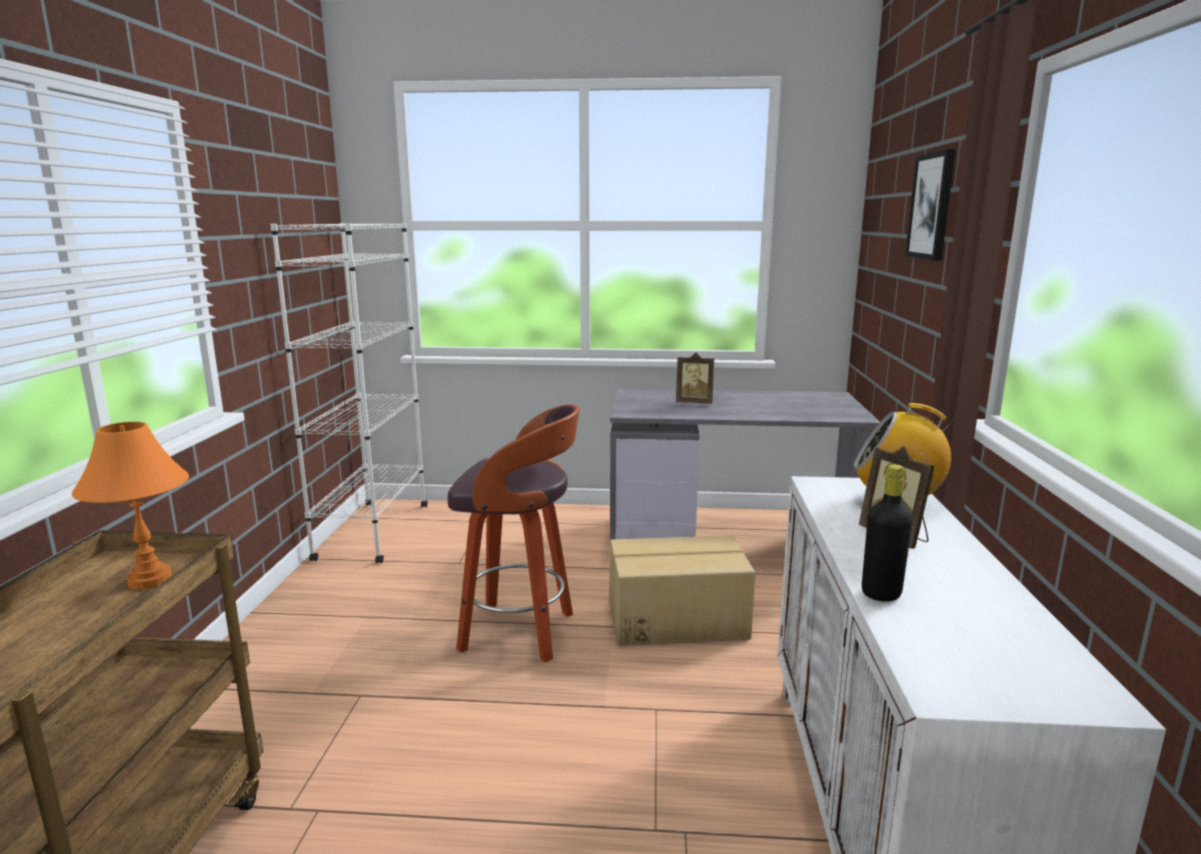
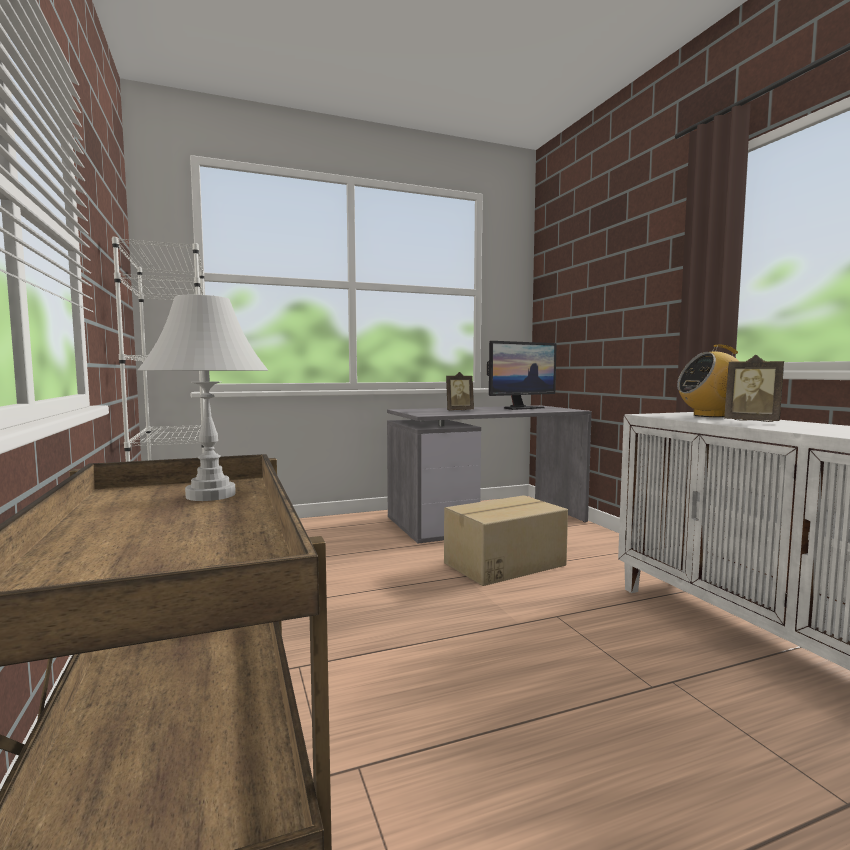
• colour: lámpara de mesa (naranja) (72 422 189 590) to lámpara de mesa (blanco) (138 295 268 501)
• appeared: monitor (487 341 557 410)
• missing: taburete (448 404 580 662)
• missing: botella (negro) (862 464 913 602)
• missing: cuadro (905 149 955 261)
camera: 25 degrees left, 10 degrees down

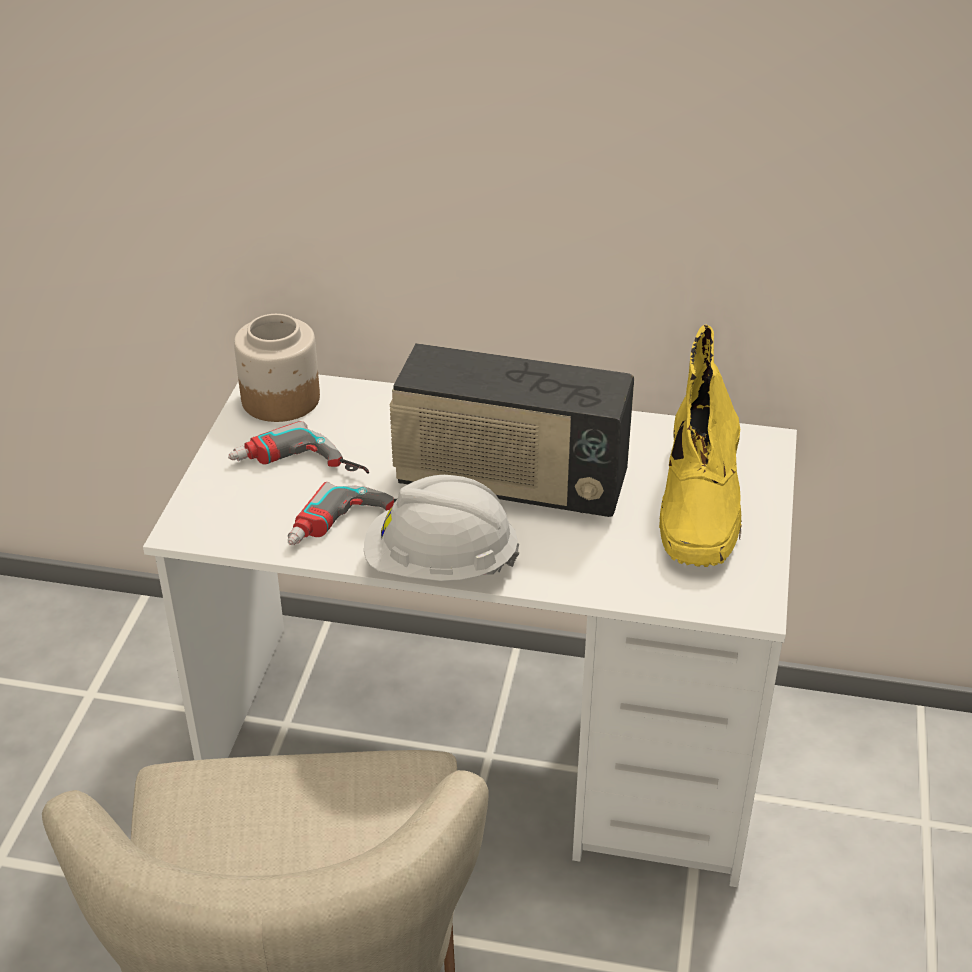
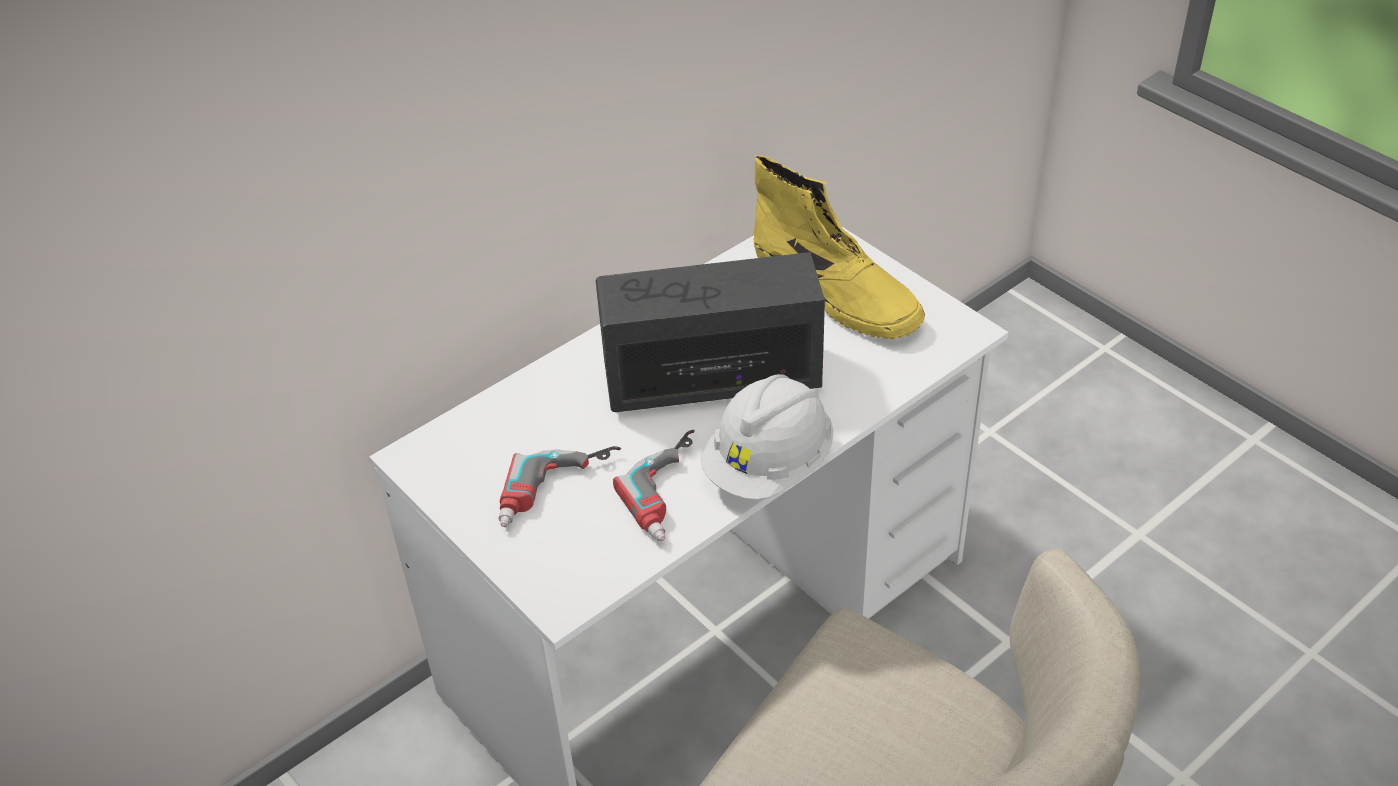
• spun: radio (390 343 634 517) = (596 252 825 412) 150 degrees counterclockwise
• missing: tarro (234 314 320 422)
camera: 50 degrees left, 5 degrees up

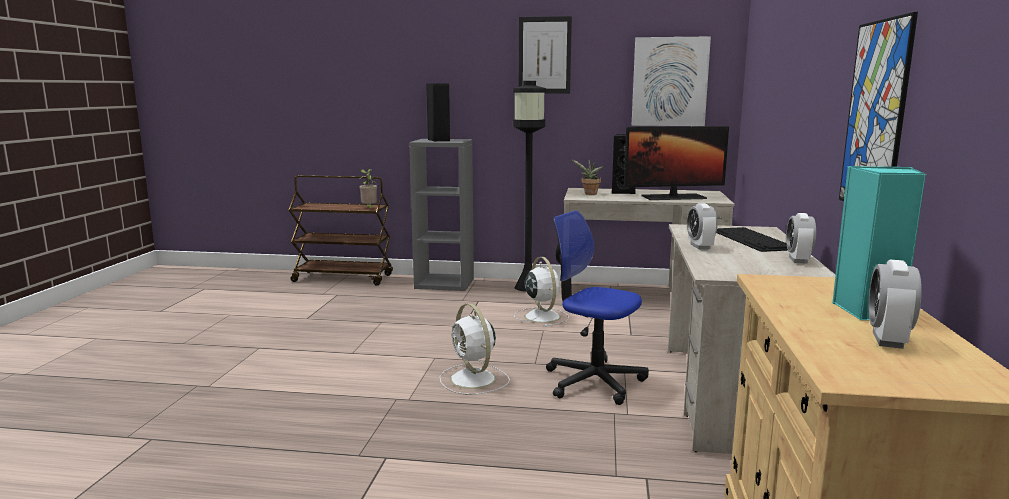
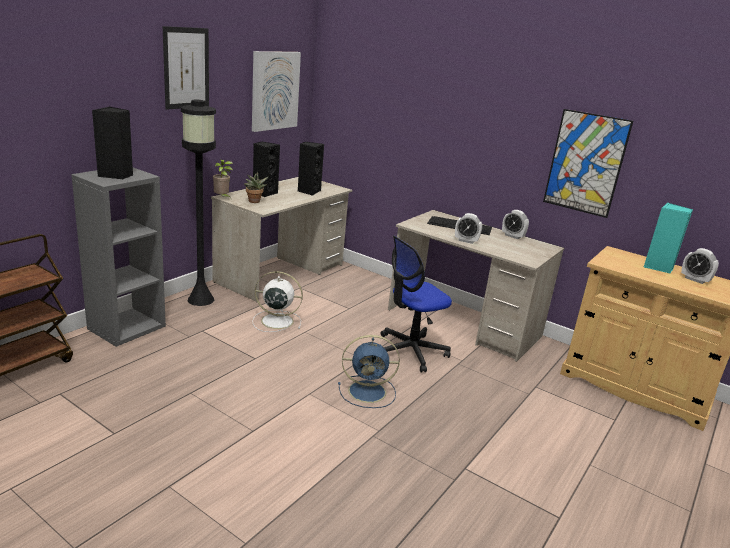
• relocated: planta en maceta (360 169 377 210) to (213 160 233 198)
• exchanged: monitor (624 126 729 200) to altavoz (negro) (298 142 324 196)
• colour: ventilador (blanco) (440 303 510 395) to ventilador (azul) (338 335 400 408)
camera: 65 degrees left, 10 degrees up

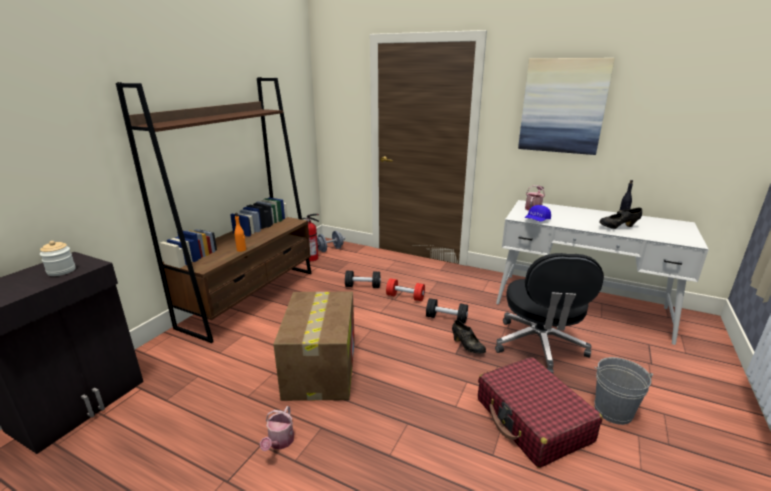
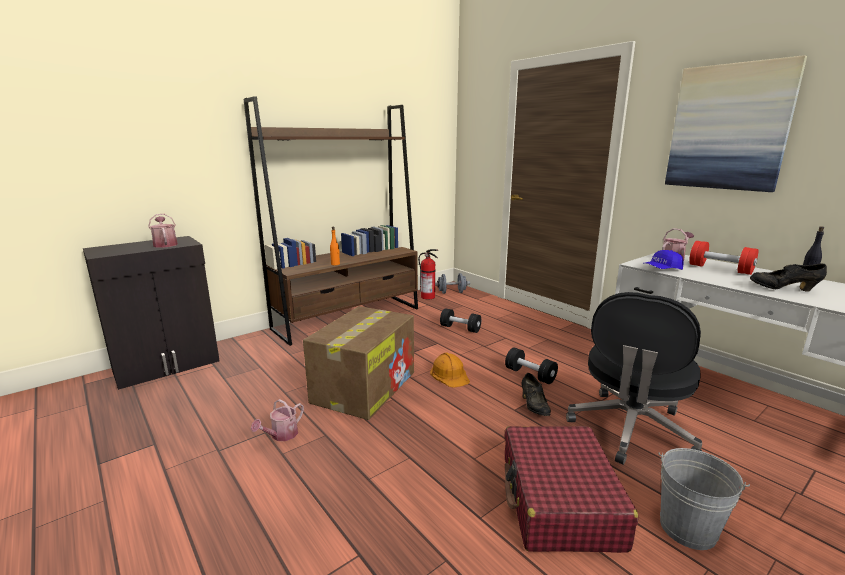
• exchanged: tarro (40 241 76 276) to regadera (148 214 178 248)
• appeared: casco (naranja) (430 352 470 388)
• relocated: mancuerna (rojo) (386 278 425 301) to (689 241 758 275)
camera: 25 degrees right, 5 degrees down

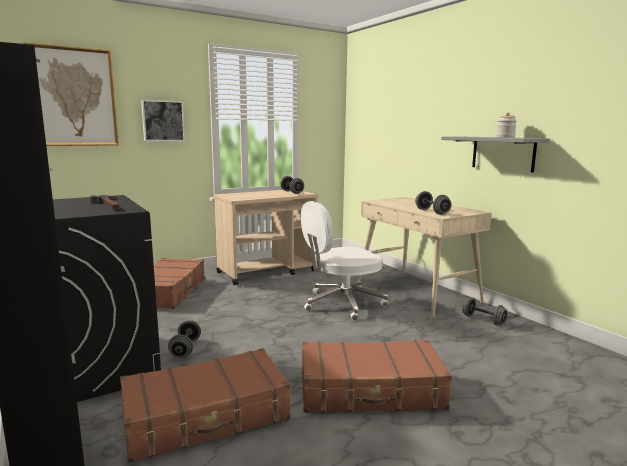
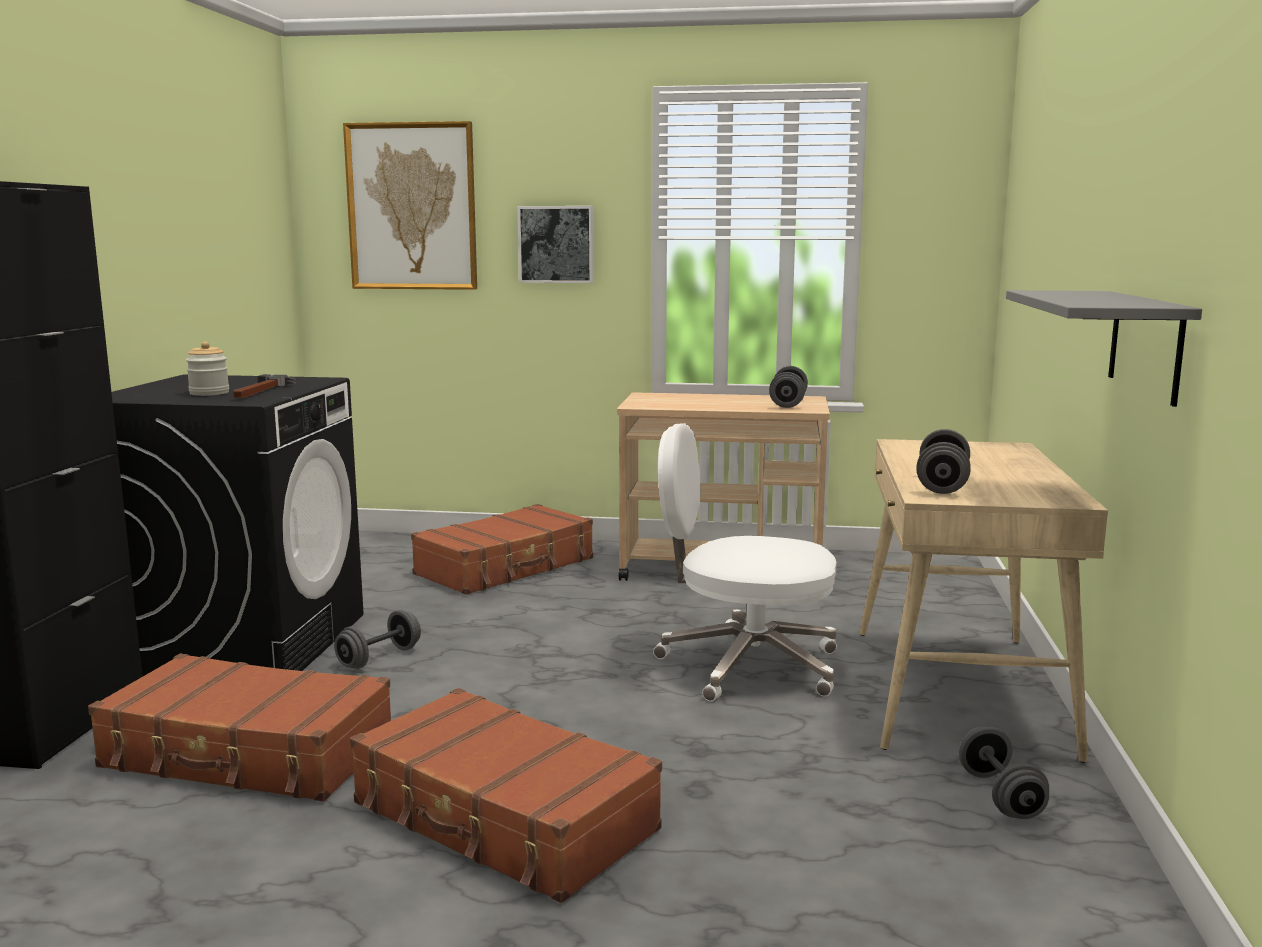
• relocated: tarro (496 112 517 138) to (186 342 229 396)
camera: 40 degrees right, 0 degrees up

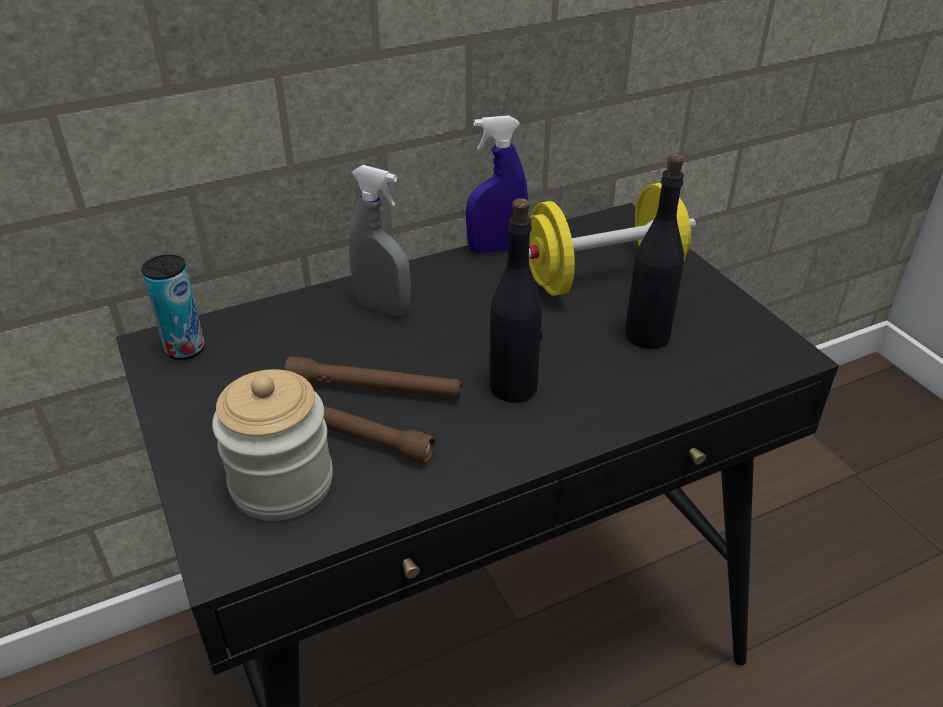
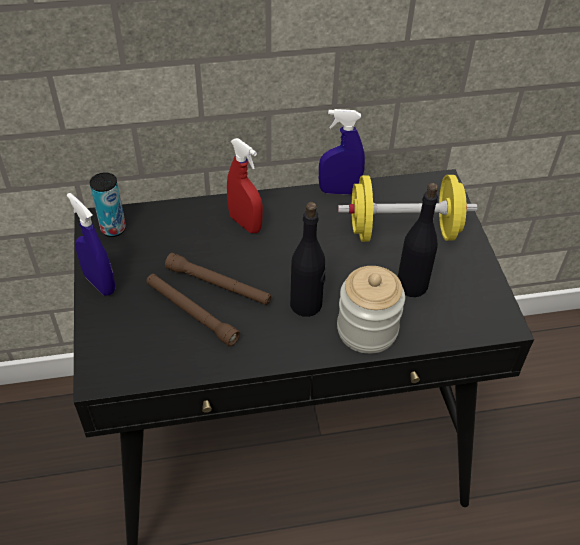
• appeared: pulverizador (azul) (67 193 115 296)
• colour: pulverizador (gris) (349 165 411 316) to pulverizador (rojo) (227 138 263 233)
• relocated: tarro (212 369 333 521) to (337 266 405 354)
camera: 15 degrees right, 10 degrees up

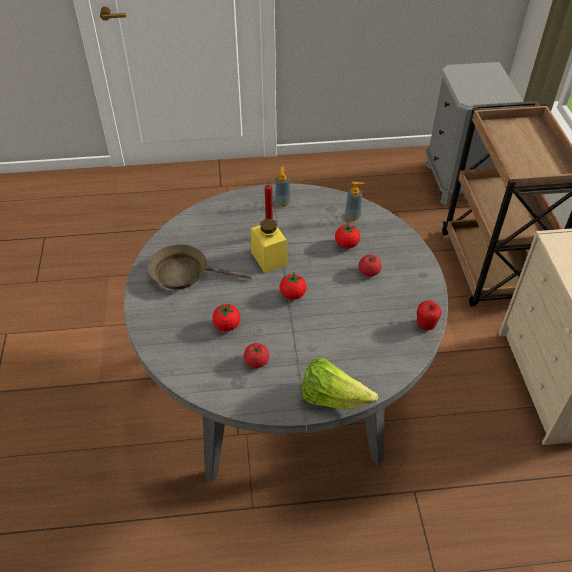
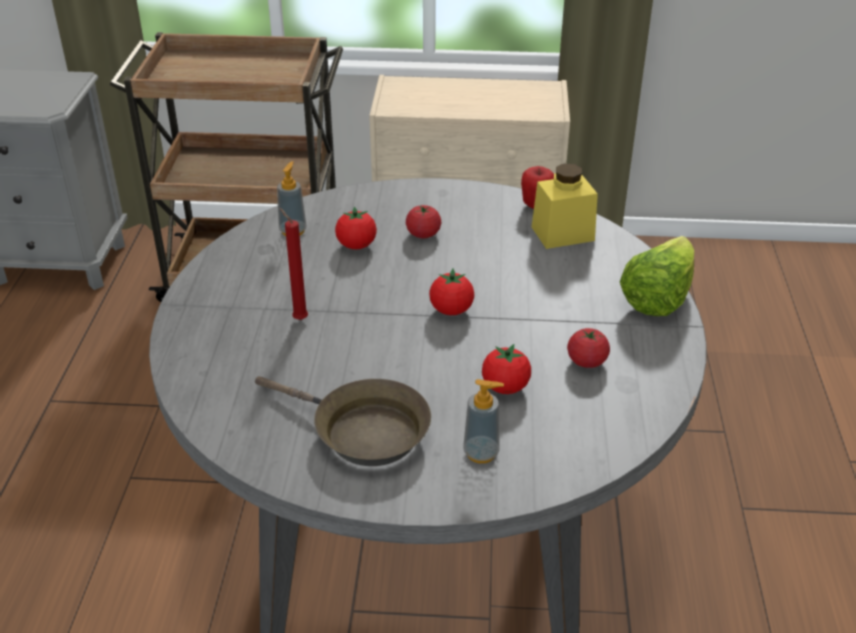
• spun: sartén (marrón) (148 244 252 290) = (255 376 431 466) 75 degrees counterclockwise
• relocated: dispensador de jabón (275 166 291 207) to (463 379 504 463)
• relocated: tarro (amarillo) (251 219 288 273) to (532 164 598 249)
camera: 80 degrees left, 10 degrees down

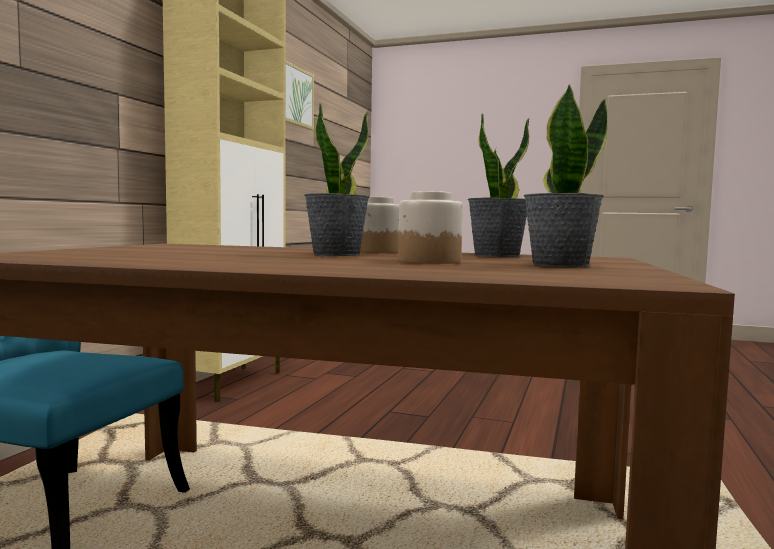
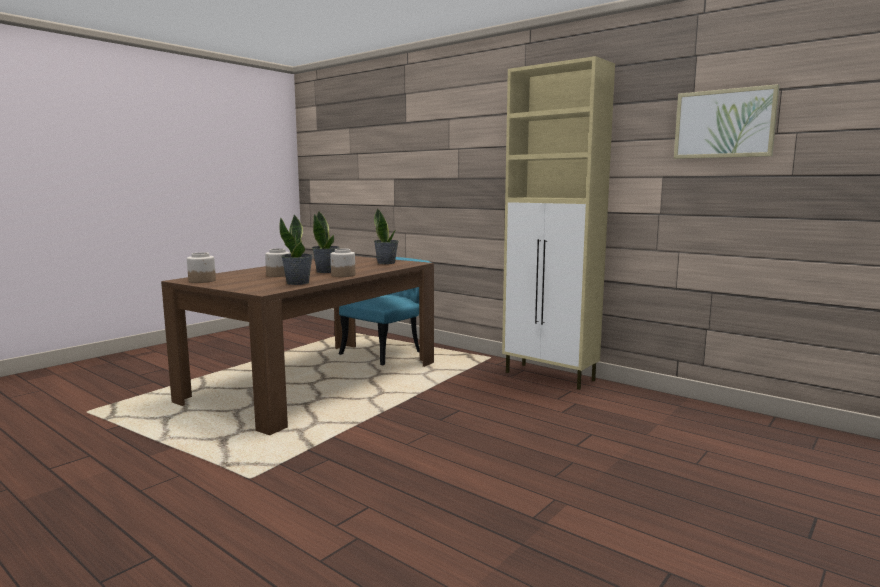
• appeared: tarro (187 252 216 283)
• relocated: planta en maceta (524 84 607 267) to (374 208 398 264)
camera: 110 degrees right, 5 degrees up

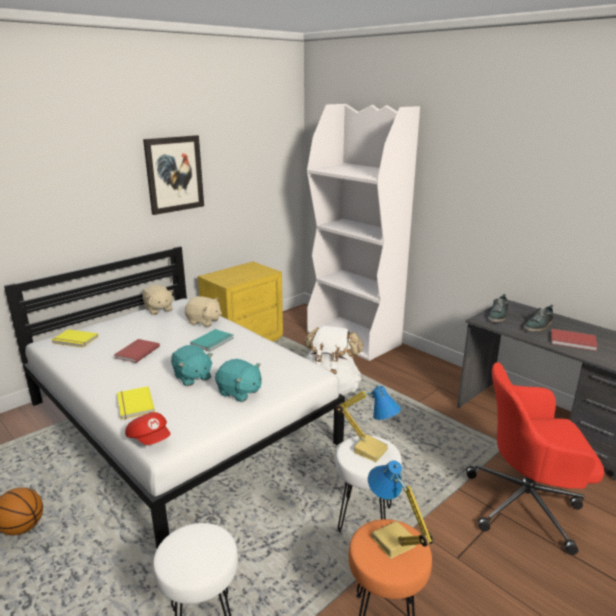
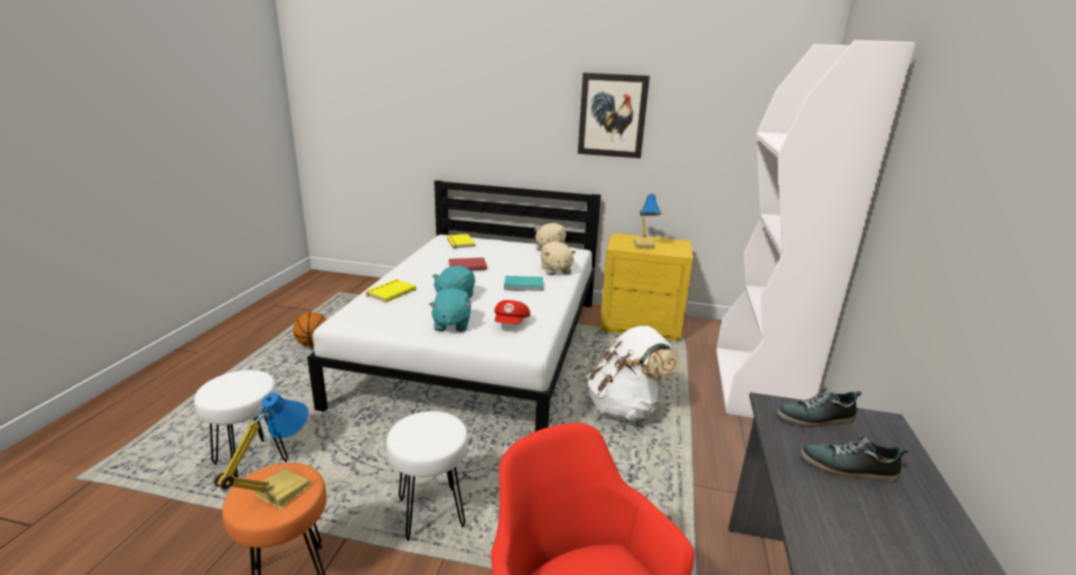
• relocated: gorra (rojo) (125 412 171 445) to (494 300 530 324)
• relocated: lámpara de mesa (336 385 401 462) to (634 193 661 249)
• missing: libro (rojo) (551 329 598 351)
camera: 55 degrees right, 0 degrees up

